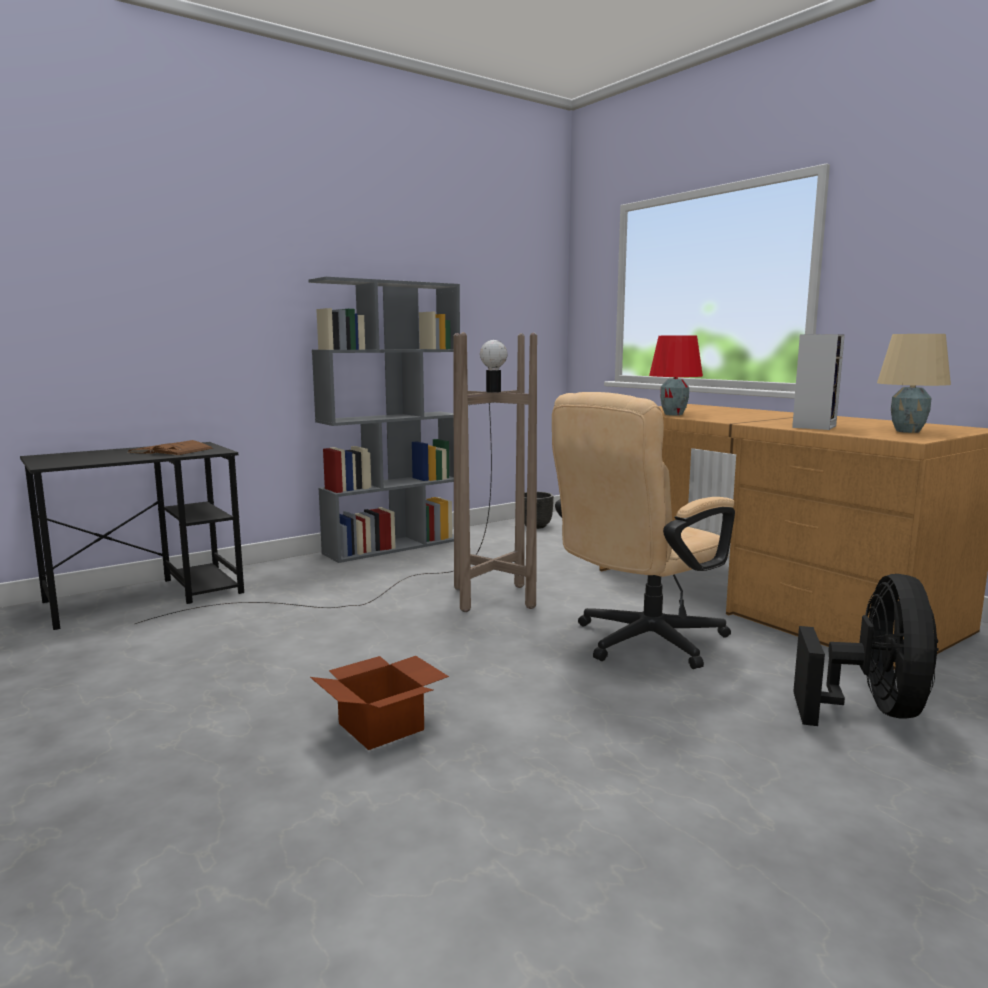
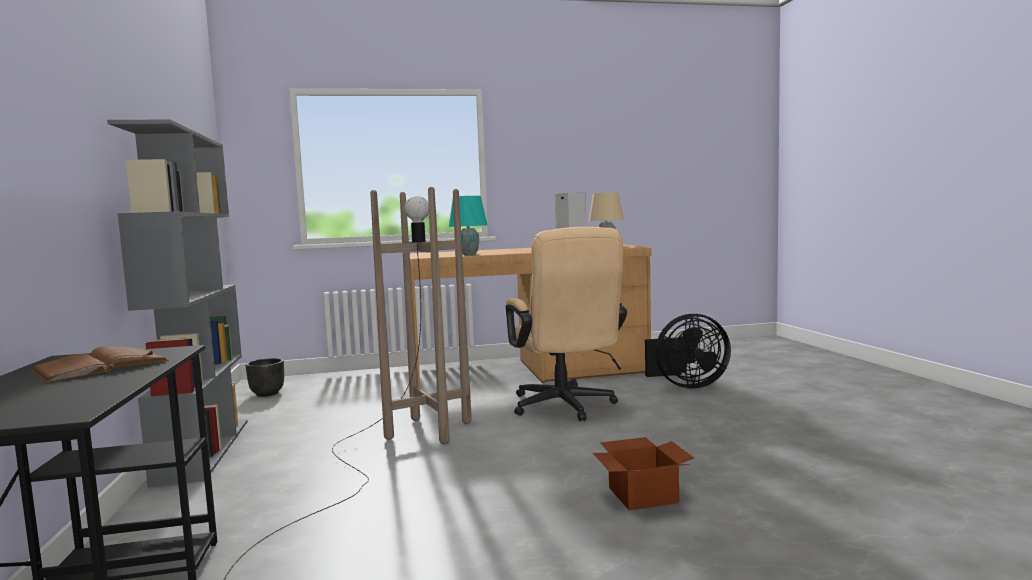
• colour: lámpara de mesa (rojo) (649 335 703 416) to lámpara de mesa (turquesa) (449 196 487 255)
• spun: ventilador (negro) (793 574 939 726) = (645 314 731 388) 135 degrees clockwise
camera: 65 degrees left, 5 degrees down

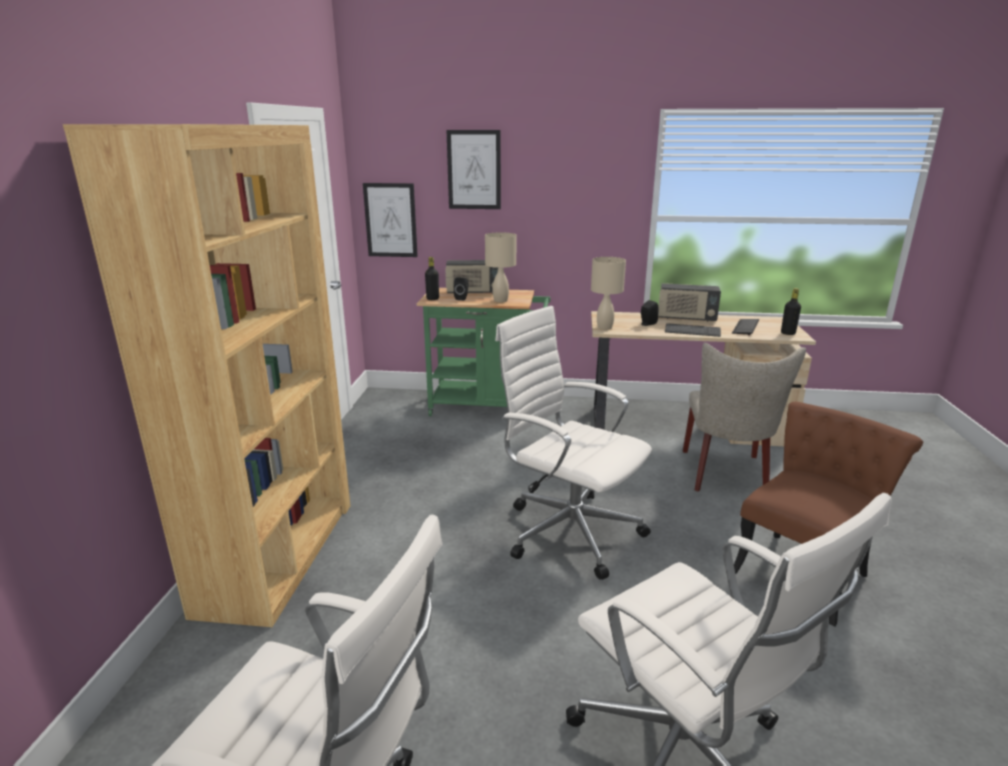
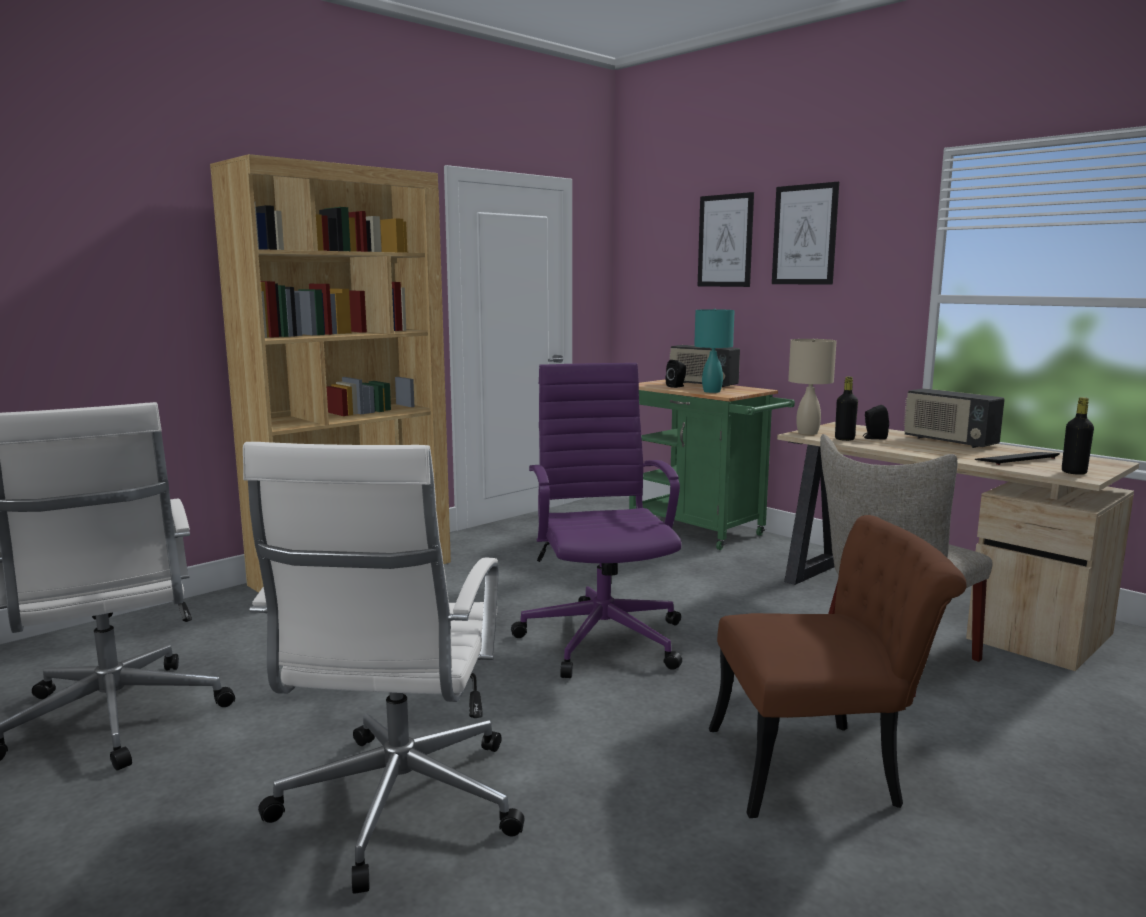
• colour: silla de oficina (blanco) (495 306 652 580) to silla de oficina (morado) (511 363 682 678)
• colour: lámpara de mesa (beis) (485 232 517 302) to lámpara de mesa (turquesa) (694 309 735 393)
• relocated: cuadro (363 183 418 257) to (772 182 839 285)
• relocated: botella (negro) (425 257 439 300) to (835 377 858 441)
• missing: teclado (665 323 721 337)
camera: 40 degrees right, 10 degrees down

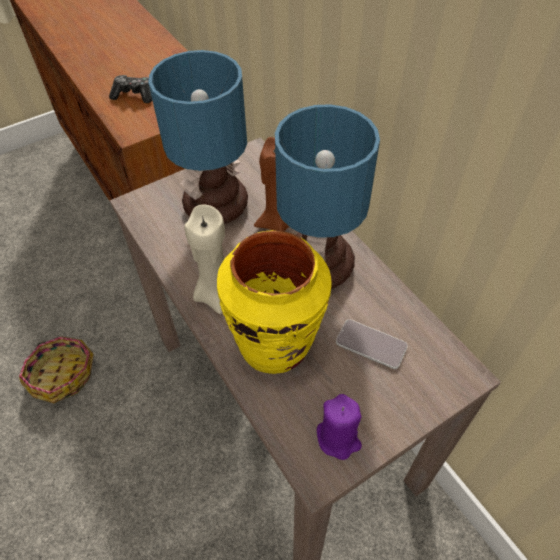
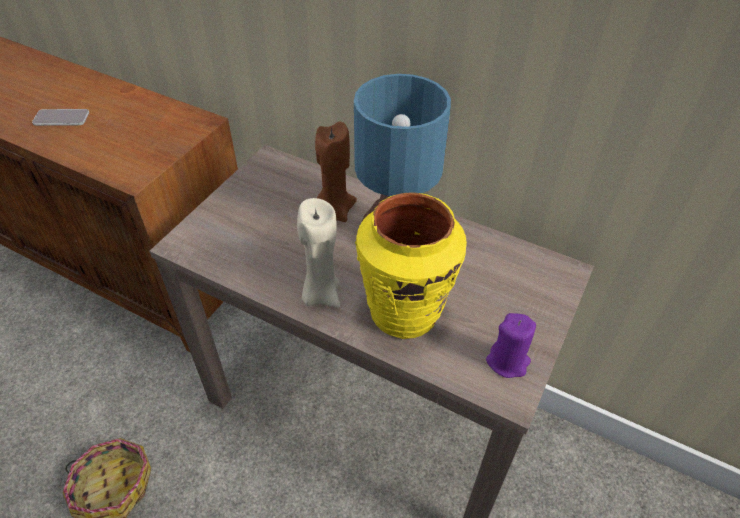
• relocated: móvil (336 319 408 369) to (32 109 89 126)
• missing: mando de consola (109 75 152 103)
• missing: lámpara de mesa (148 50 248 224)
camera: 30 degrees left, 5 degrees down

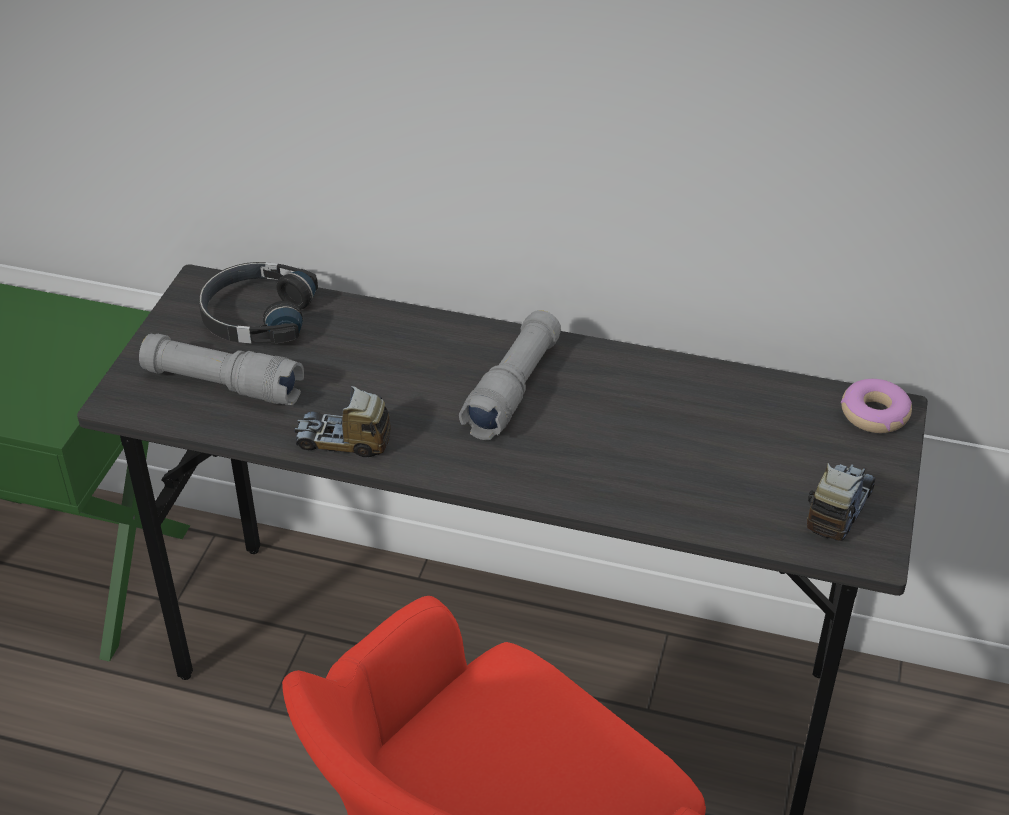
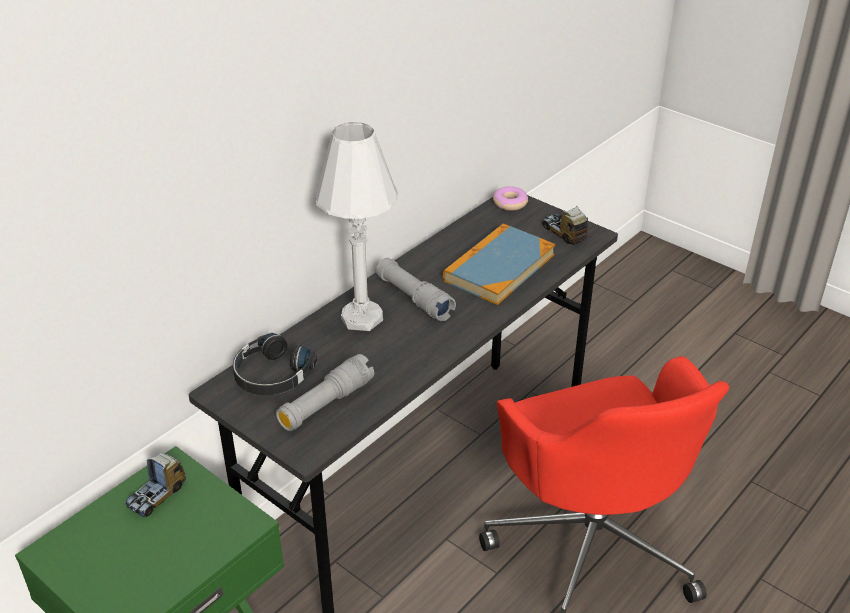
• relocated: camión de juguete (294 386 391 457) to (126 453 186 517)
• appeared: lámpara de mesa (blanco) (315 122 398 331)
• appeared: libro (443 223 555 305)
camera: 65 degrees left, 5 degrees down

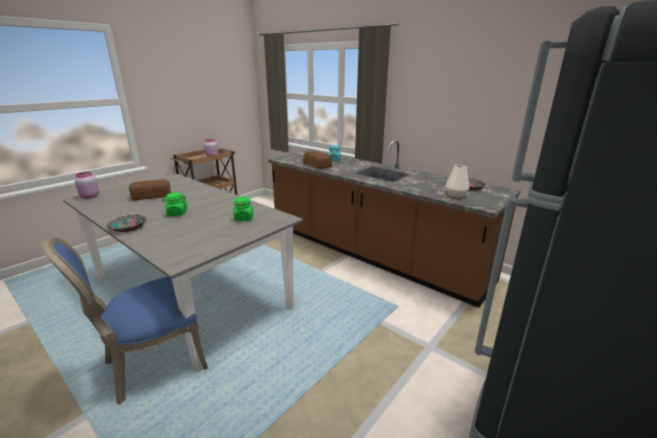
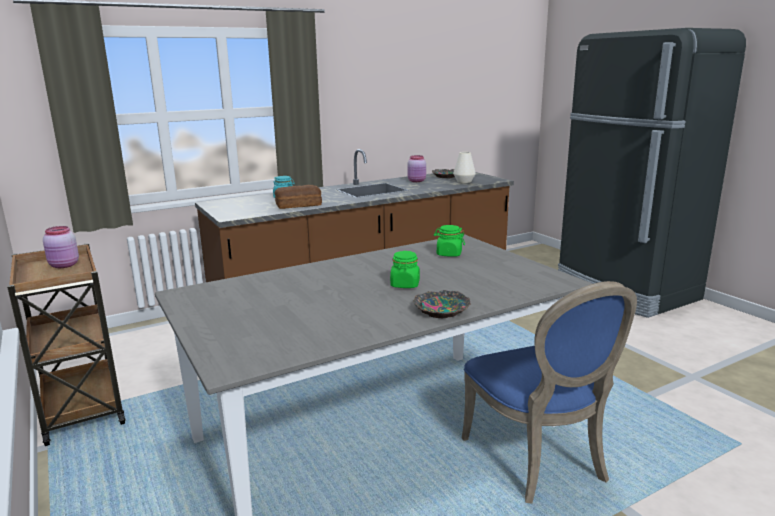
• relocated: tarro (rosa) (75 172 99 199) to (407 155 426 182)
• missing: pan (129 179 171 201)
camera: 70 degrees left, 5 degrees down

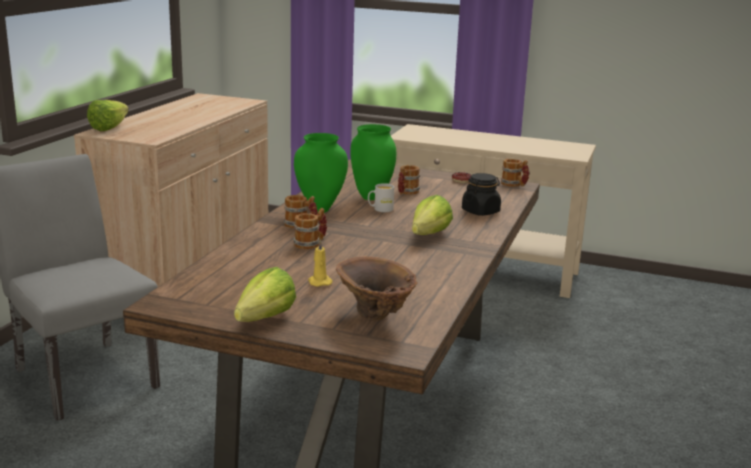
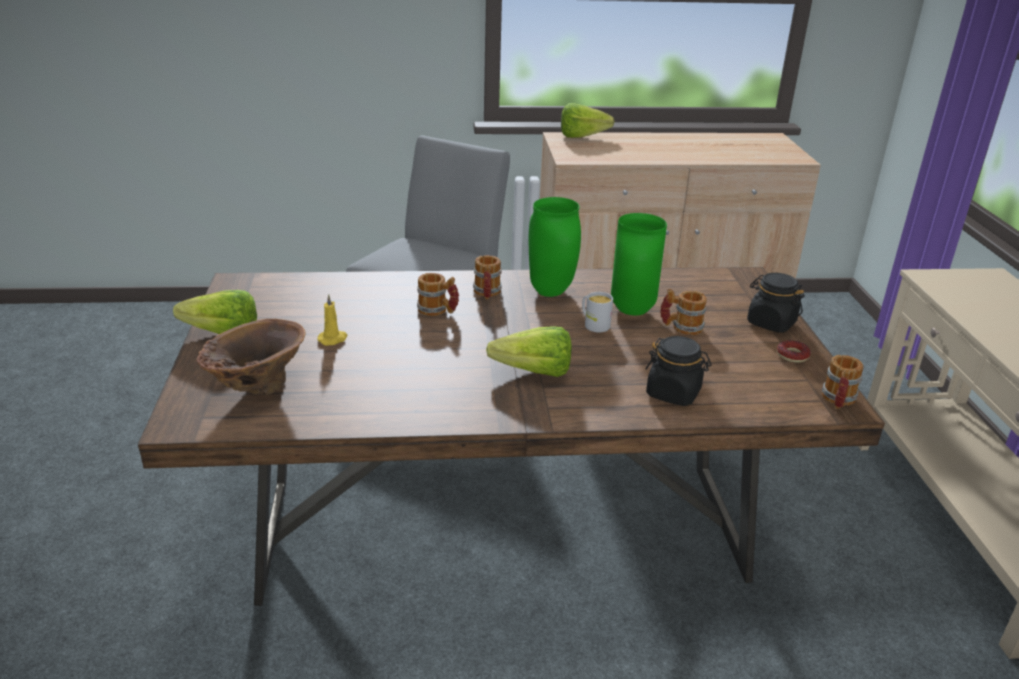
• appeared: tarro (negro) (747 273 804 333)
camera: 65 degrees right, 10 degrees up

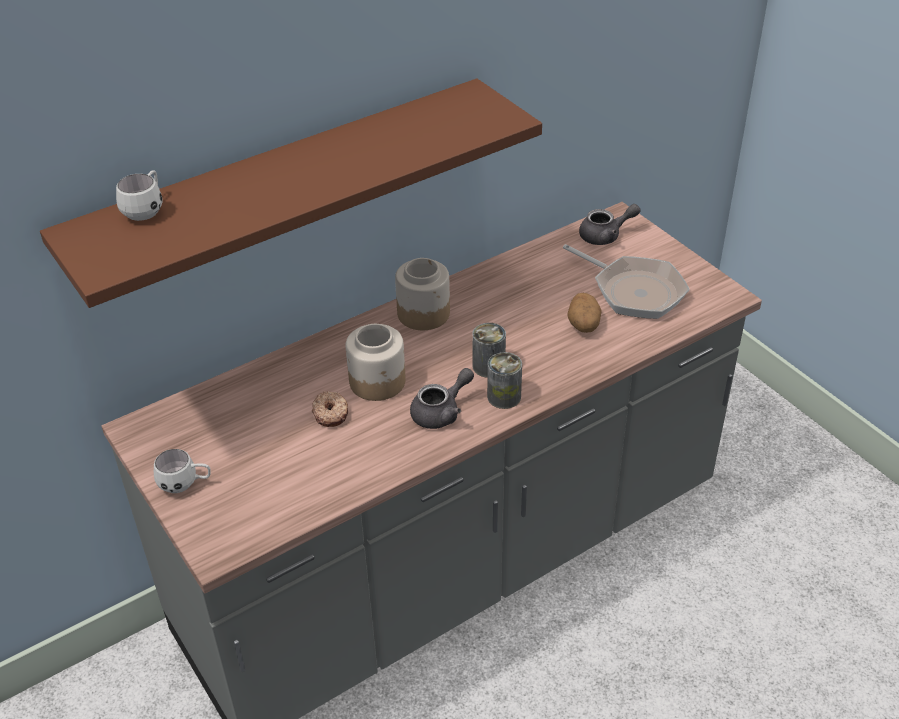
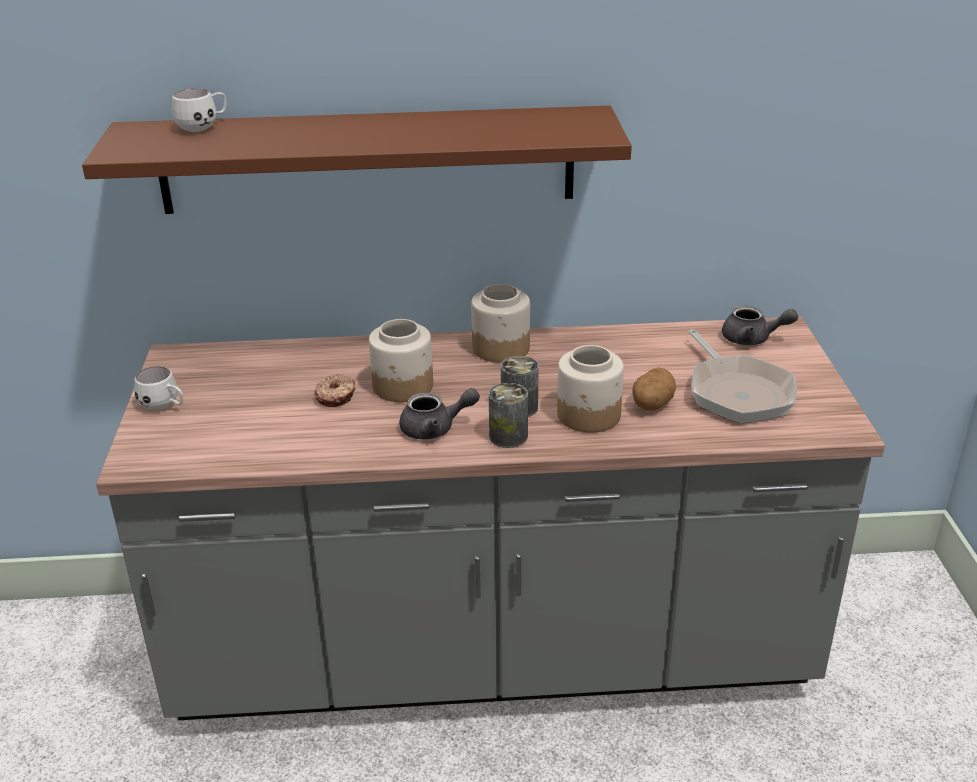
• appeared: tarro (557 345 624 433)
camera: 30 degrees right, 10 degrees down

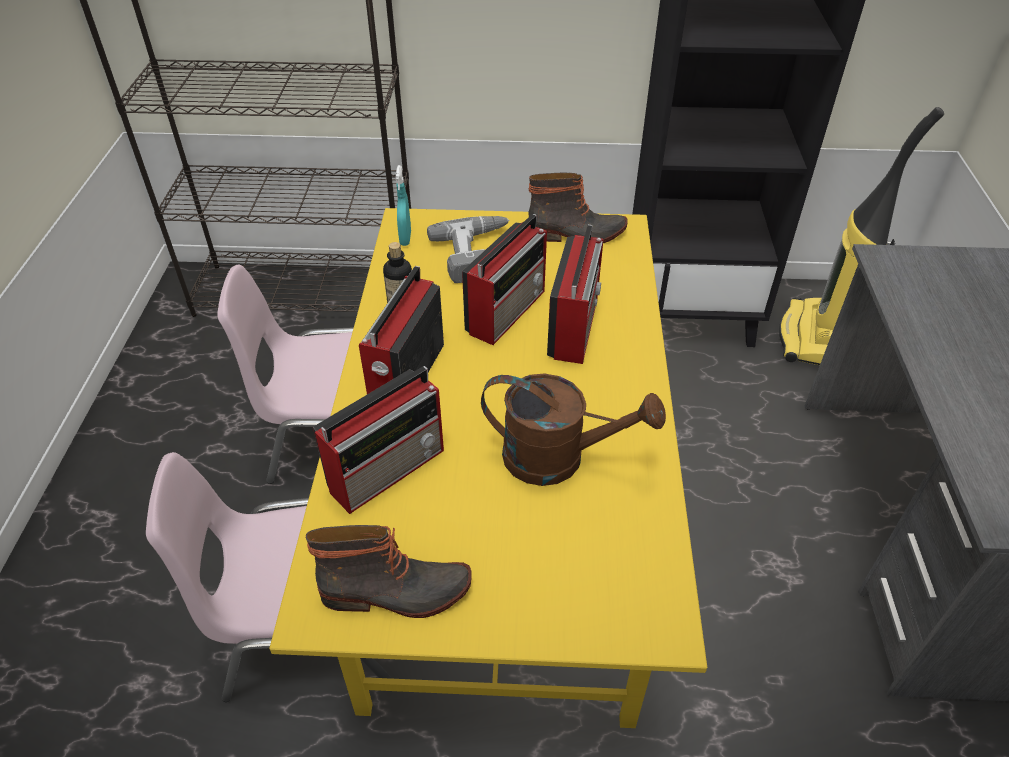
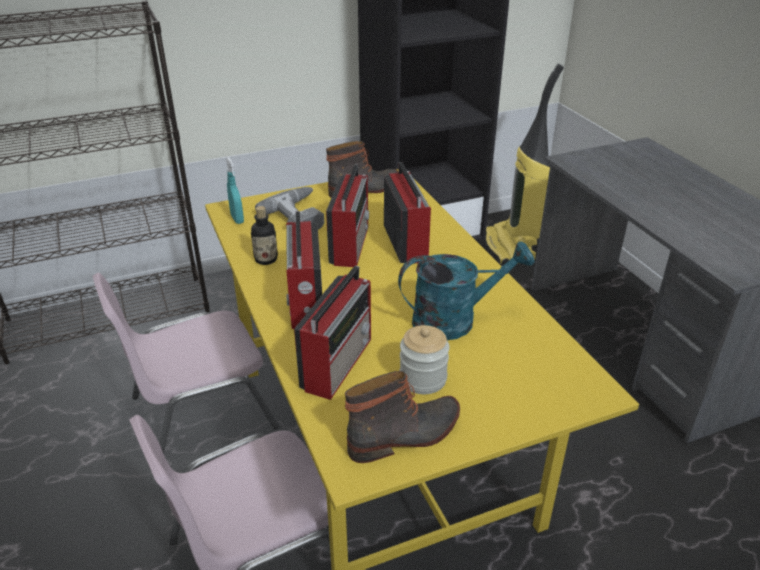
• colour: regadera (marrón) (481 373 666 486) to regadera (turquesa) (398 242 535 340)
• appeared: tarro (400 325 449 394)
camera: 25 degrees left, 10 degrees down

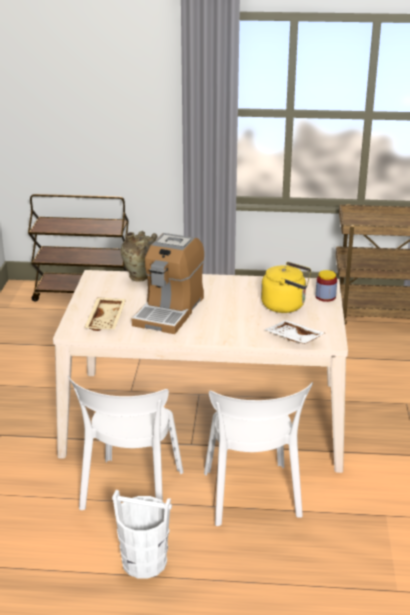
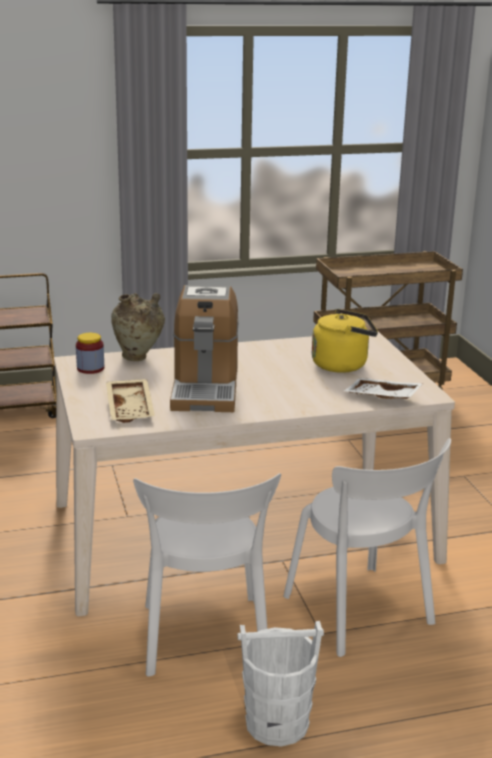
• relocated: tarro (315 270 337 302) to (76 333 104 374)
camera: 20 degrees left, 5 degrees down

